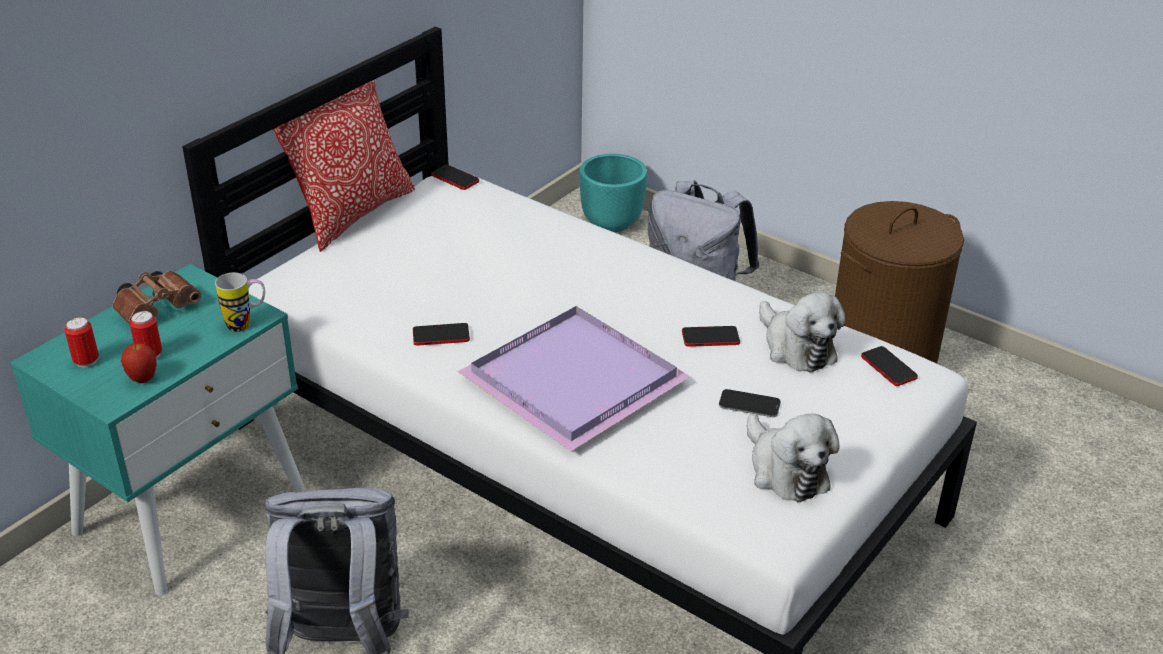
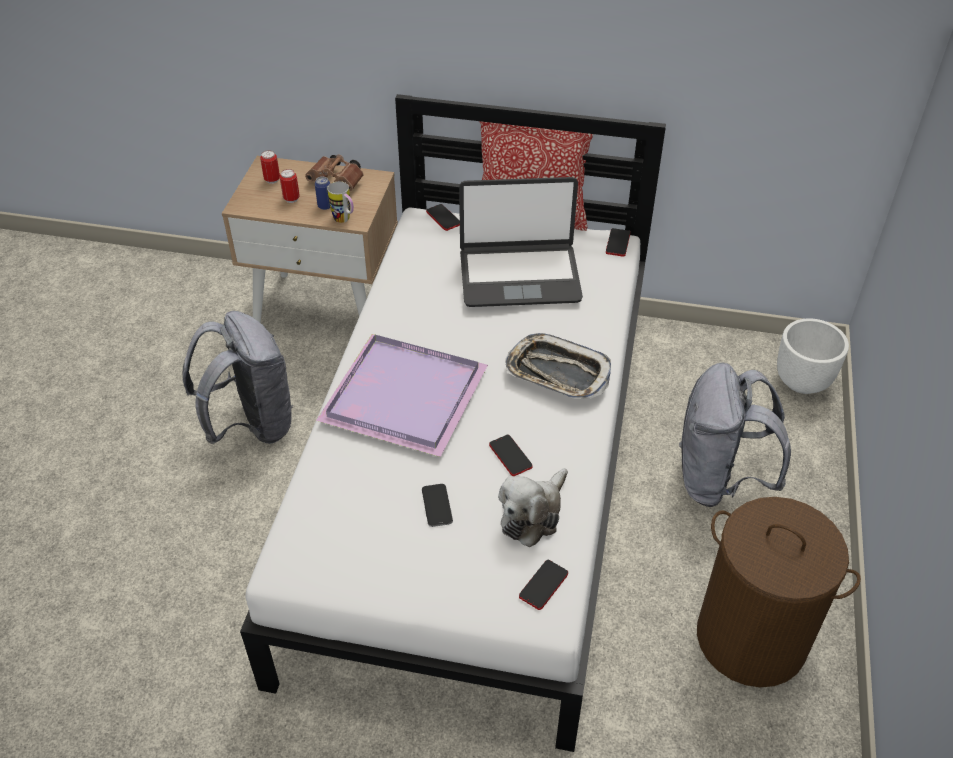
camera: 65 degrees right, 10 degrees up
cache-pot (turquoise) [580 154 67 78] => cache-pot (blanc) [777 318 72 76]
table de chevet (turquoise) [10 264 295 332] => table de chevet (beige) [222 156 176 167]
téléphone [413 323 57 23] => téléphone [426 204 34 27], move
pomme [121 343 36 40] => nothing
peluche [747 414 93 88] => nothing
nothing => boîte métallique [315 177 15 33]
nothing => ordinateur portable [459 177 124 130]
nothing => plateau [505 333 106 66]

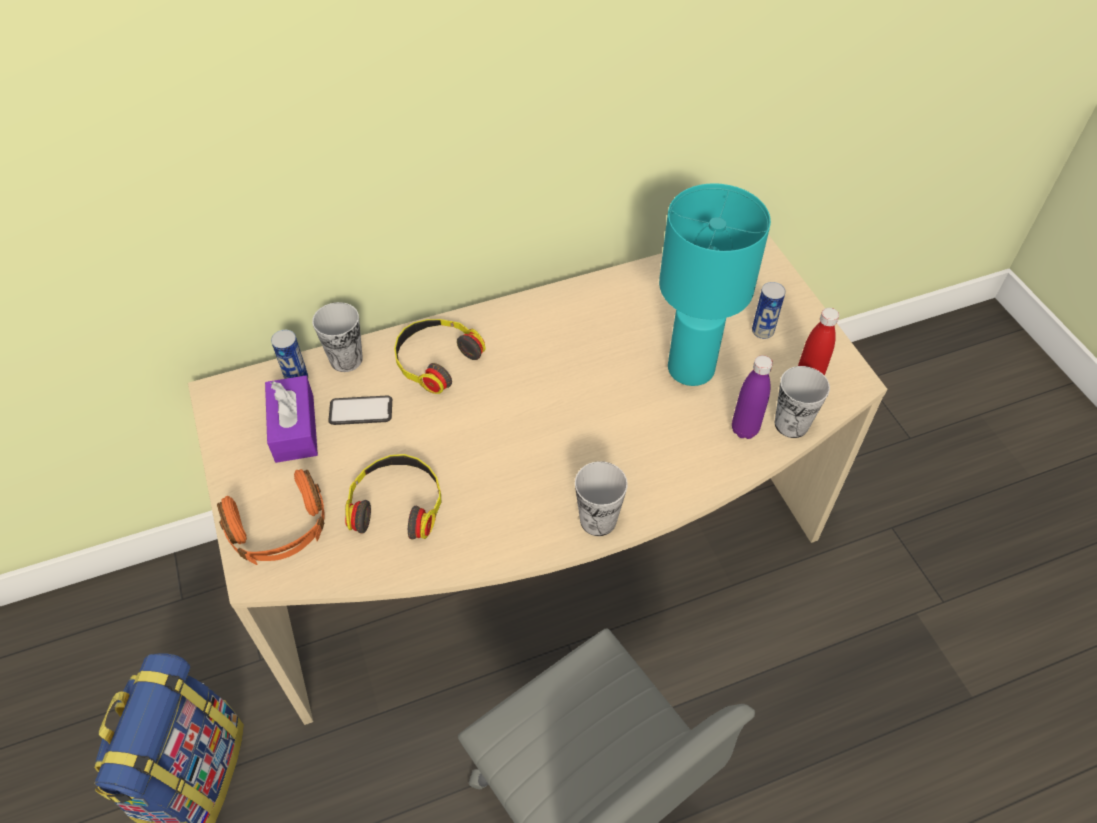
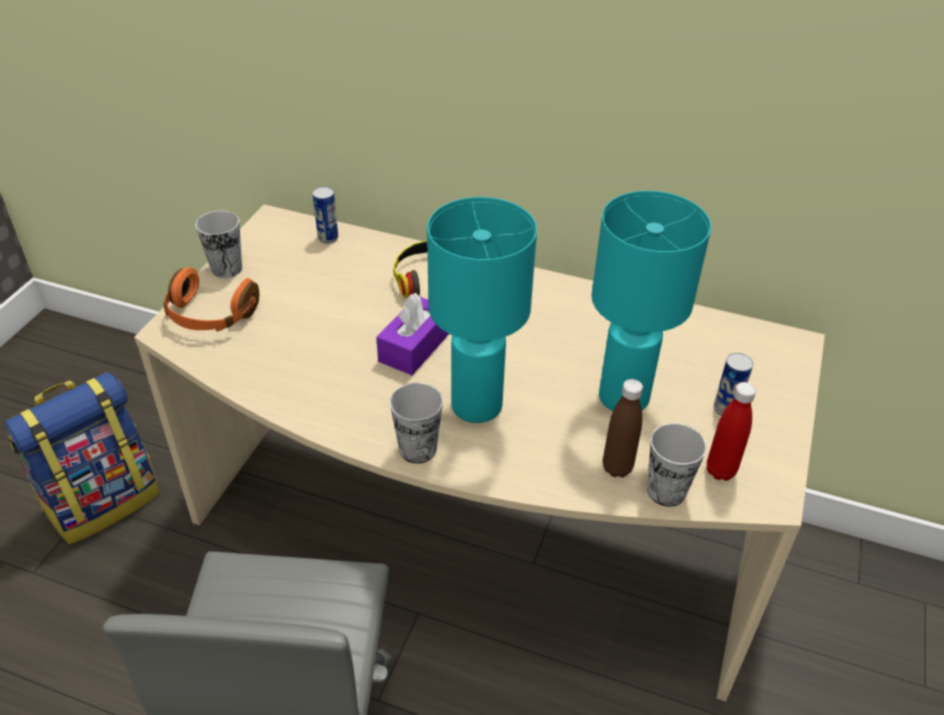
camera: 40 degrees right, 10 degrees down
tasse [312 302 51 70] => tasse [195 210 47 68], move
bouteille (violet) [732 355 41 84] => bouteille (marron) [603 379 40 99]
boîte à mouchoirs (violet) [265 376 53 87] => boîte à mouchoirs (violet) [376 293 73 82], move
téléphone [328 396 64 29] => nothing
casque audio [345 454 96 85] => nothing
nothing => lampe de table (turquoise) [427 197 110 226]

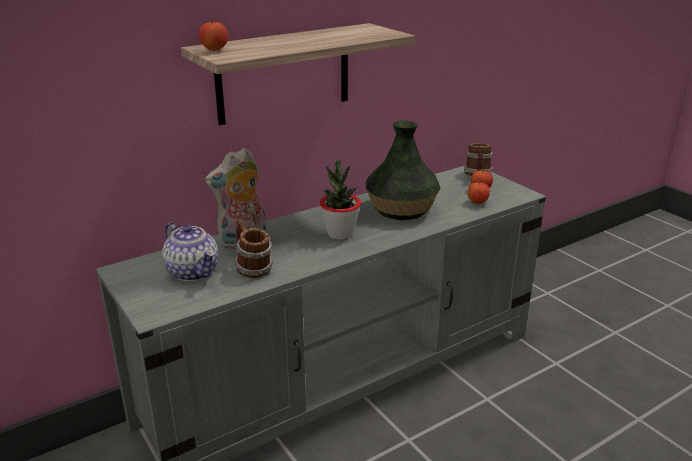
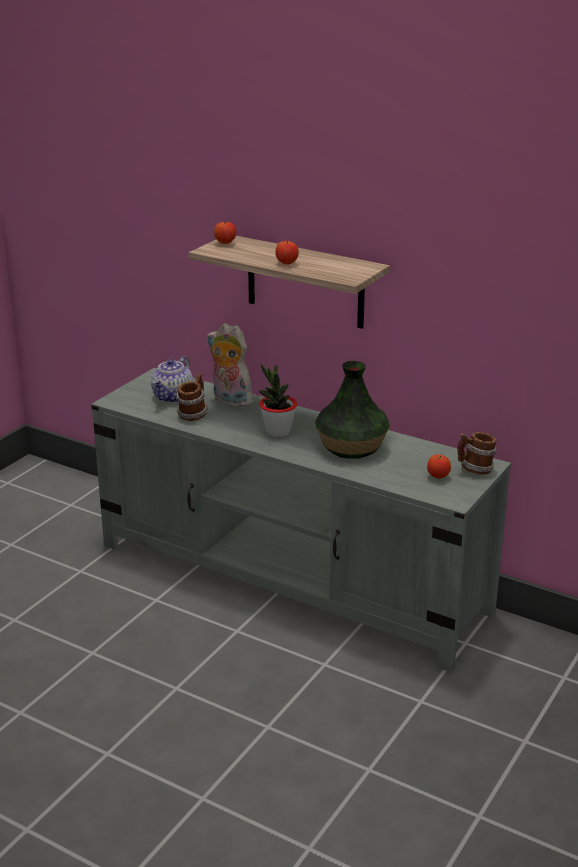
camera: 65 degrees right, 0 degrees up
pomme [468 182 22 22] => pomme [275 241 24 24], move

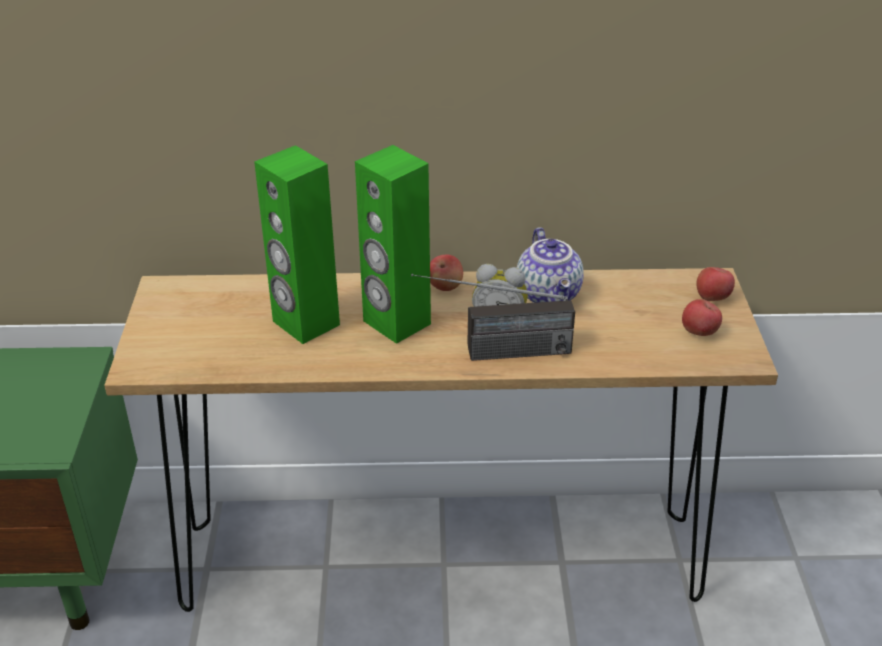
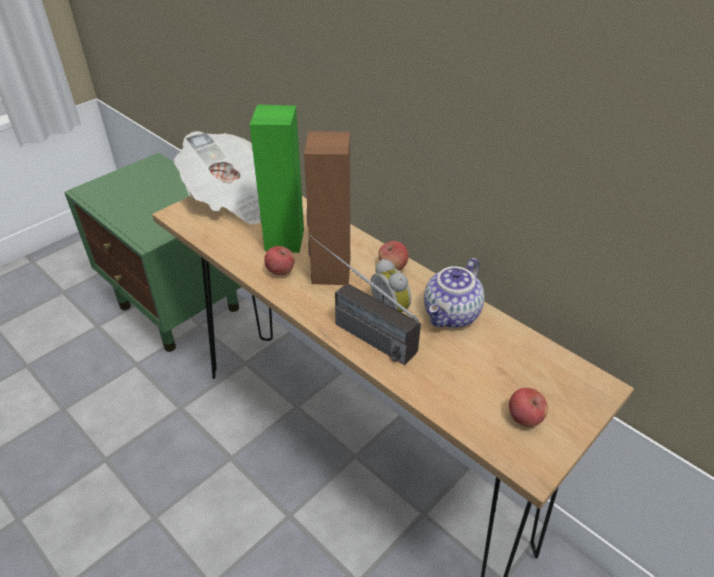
camera: 45 degrees right, 5 degrees up
enceinte (vert) [355 145 76 199] => enceinte (marron) [304 131 46 154]
pomme [697 267 38 34] => pomme [264 246 31 29], move
nothing => journal [174 131 87 94]

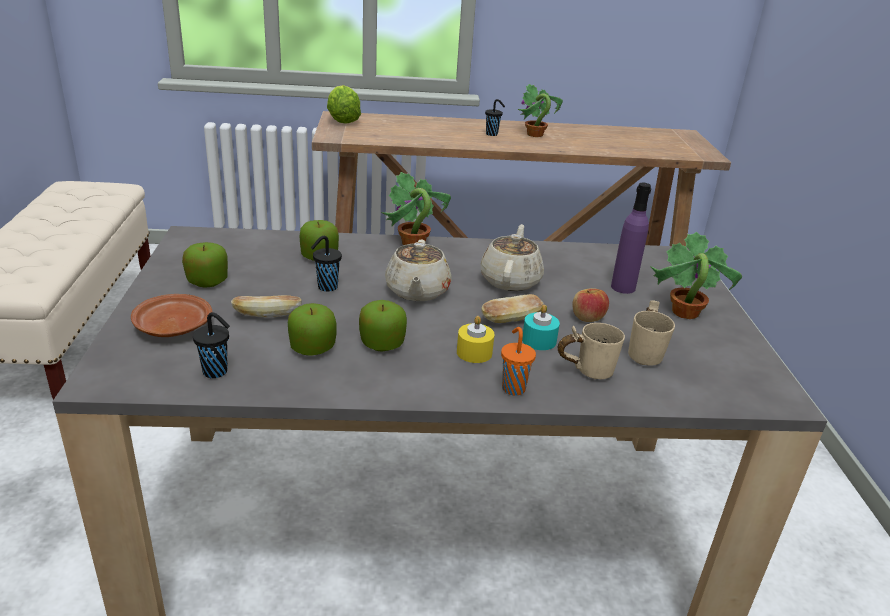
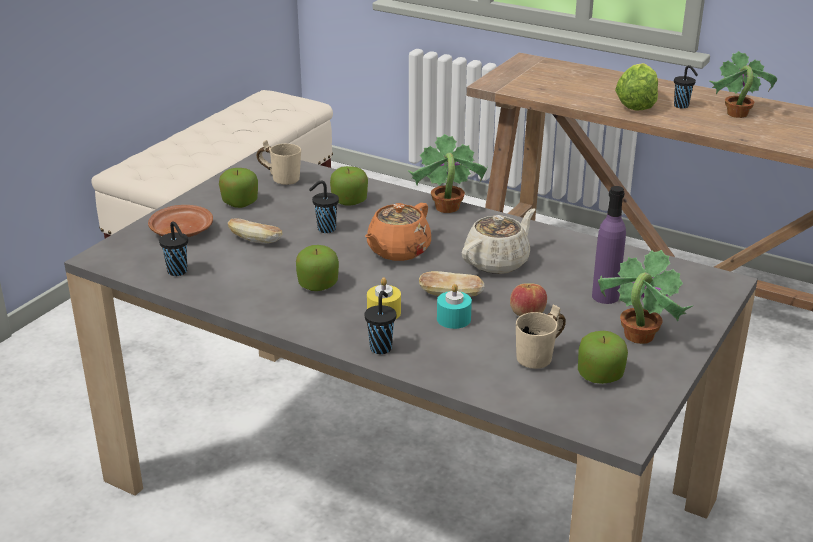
camera: 35 degrees right, 0 degrees up
laitue [327 85 34 39] => laitue [615 63 43 48], move
théière (beige) [385 239 67 62] => théière (orange) [365 203 66 58]
pomme [288 303 49 53] => pomme [578 331 50 53], move
mug (beige) [558 323 67 56] => mug (beige) [257 140 44 45], move
tasse (orange) [501 327 35 69] => tasse (noir) [364 291 32 63]

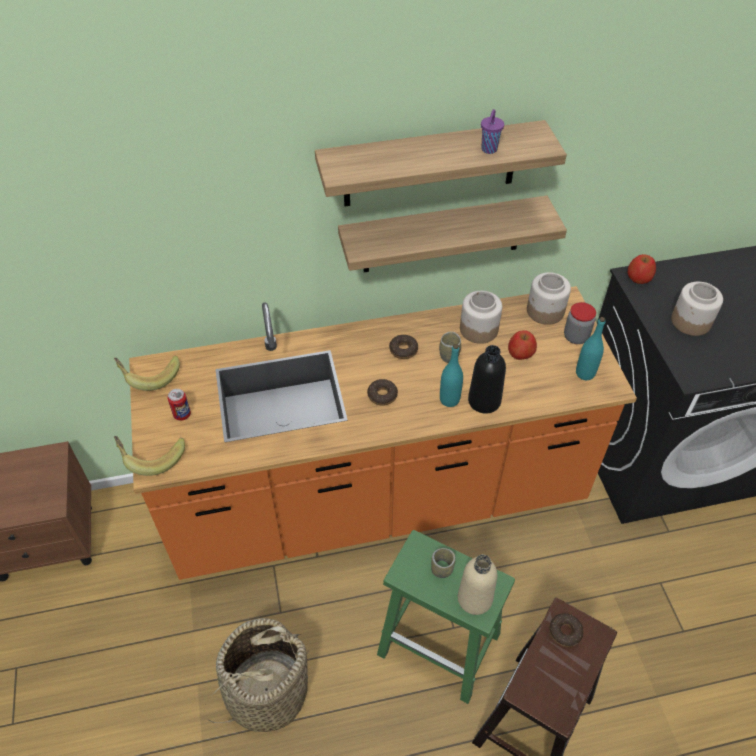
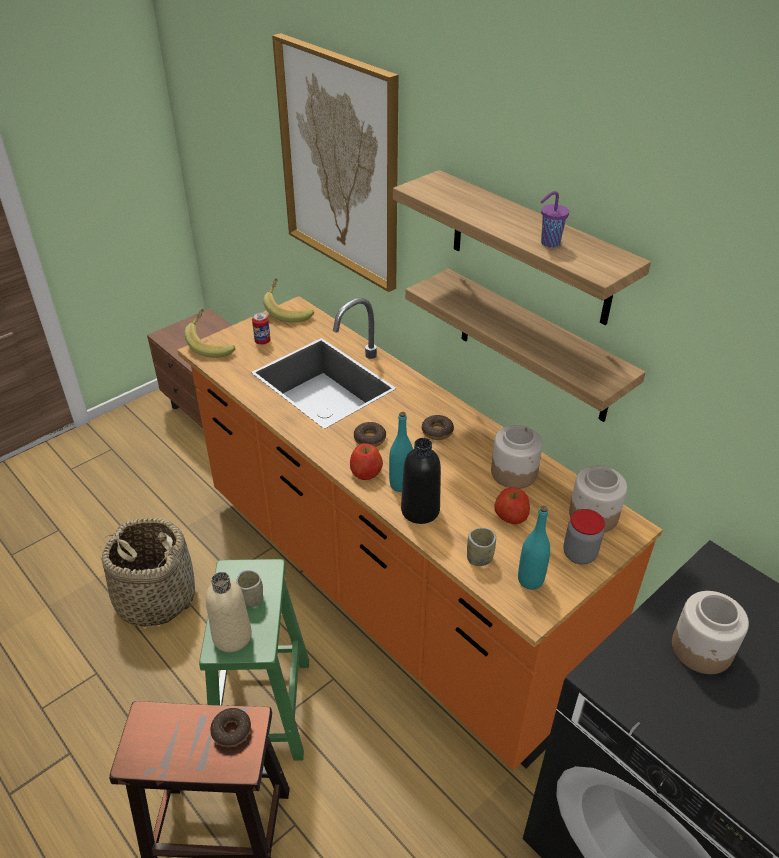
camera: 60 degrees right, 10 degrees down
pomme [627 254 29 30] => pomme [350 444 33 36], move
tasse [439 331 22 32] => tasse [467 528 29 38], move
nothing => tableau [272 33 127 259]

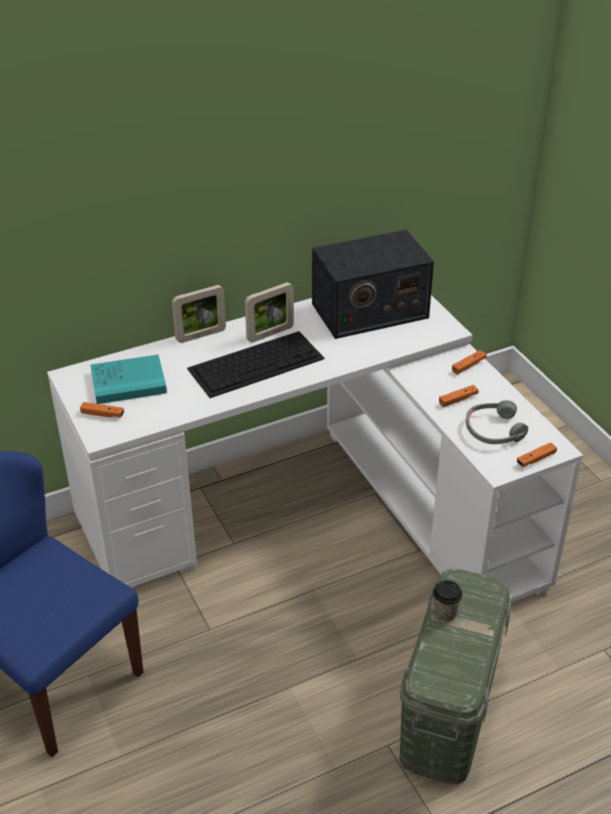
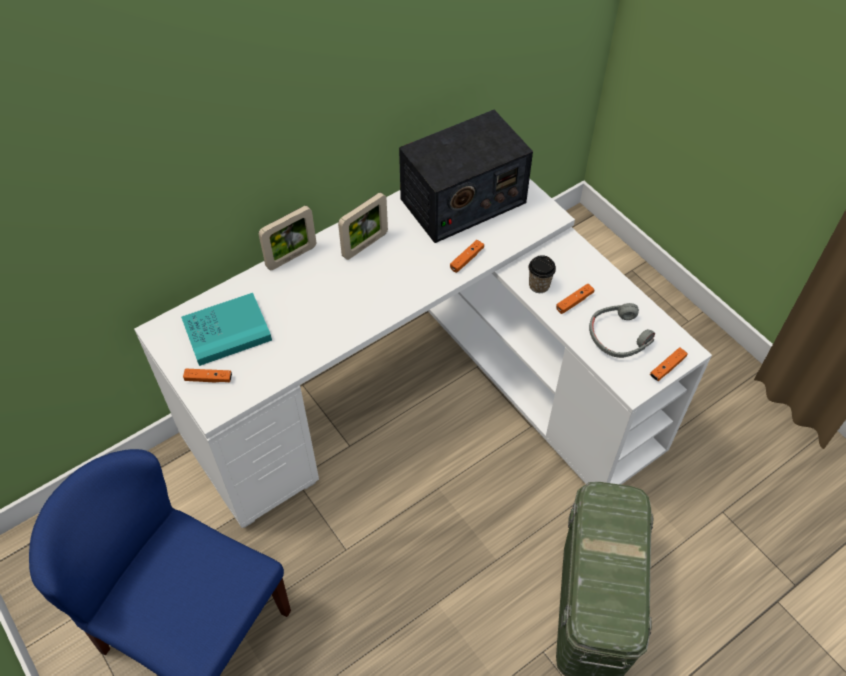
camera: 10 degrees left, 15 degrees up
clavier [187 331 138 67] => nothing
manette (orange) [452 350 35 24] => manette (orange) [450 240 34 33], move
tasse [433 580 29 42] => tasse [529 255 27 38], move

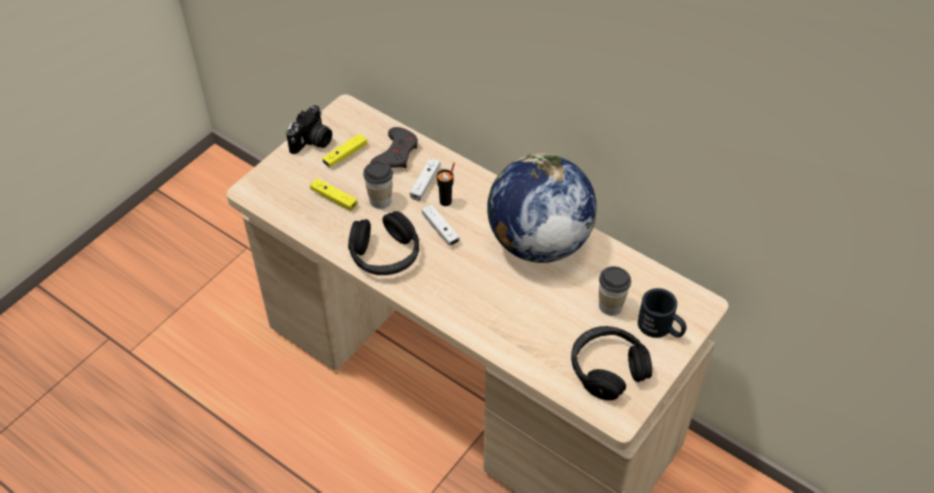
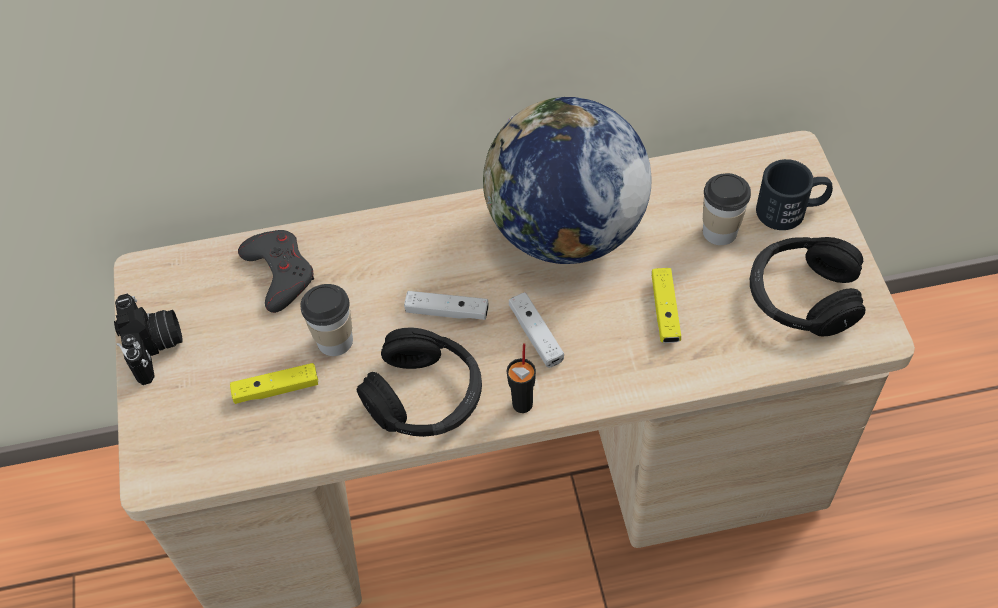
camera: 45 degrees left, 5 degrees up
manette (jaune) [322 134 45 33] => manette (jaune) [652 268 29 75], move
manette (blanc) [410 158 30 43] => manette (blanc) [509 292 55 76], move
tasse (noir) [437 163 18 43] => tasse (noir) [506 343 30 70], move

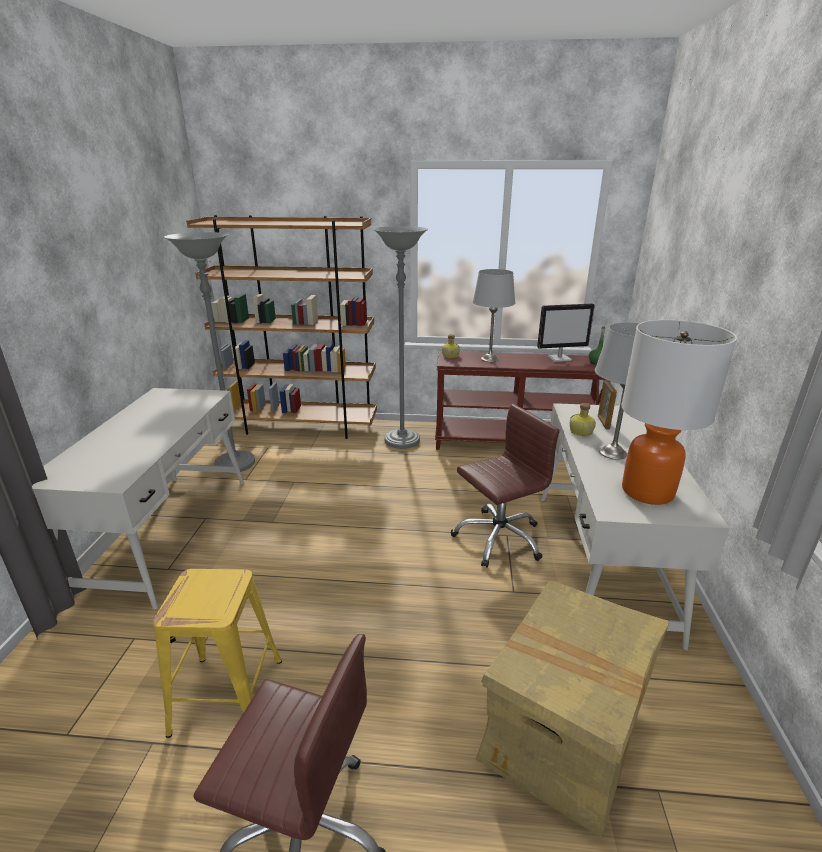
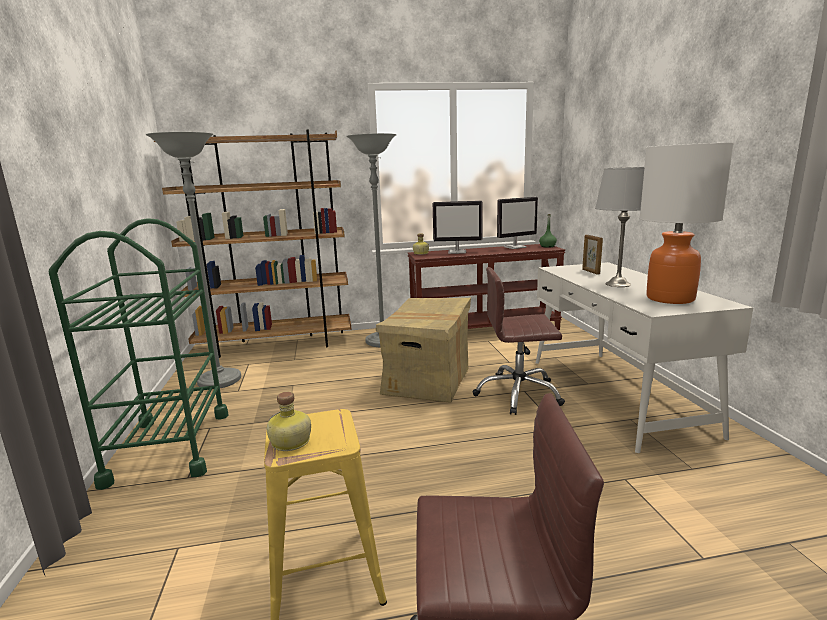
camera: 15 degrees left, 10 degrees down
lampe de table (gris) [473 269 42 93] => écran d'ordinateur [433 201 50 53]
bureau (blanc) [32 388 212 221] => chariot (vert) [49 218 180 272]
bouteille [570 403 26 33] => bouteille [266 392 45 59], move
chaise de bureau (marron) [451 404 109 164] => chaise de bureau (marron) [472 267 93 148], 135 degrees counterclockwise
carton [476 581 194 257] => carton [375 298 96 105], move

